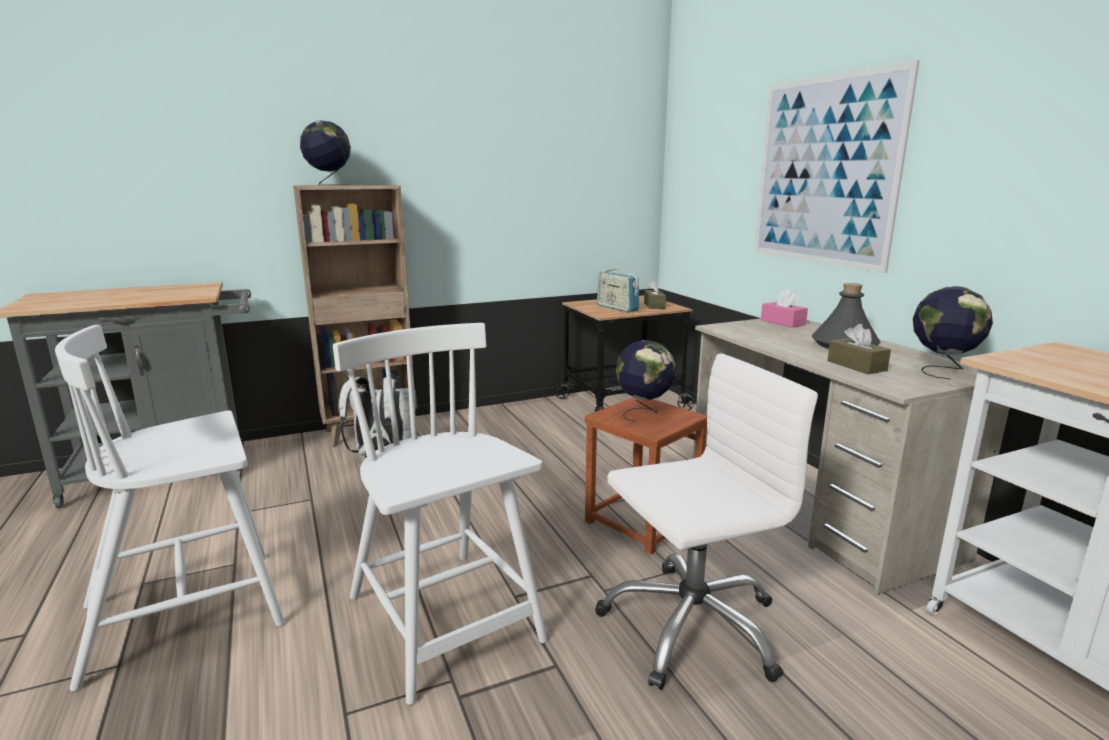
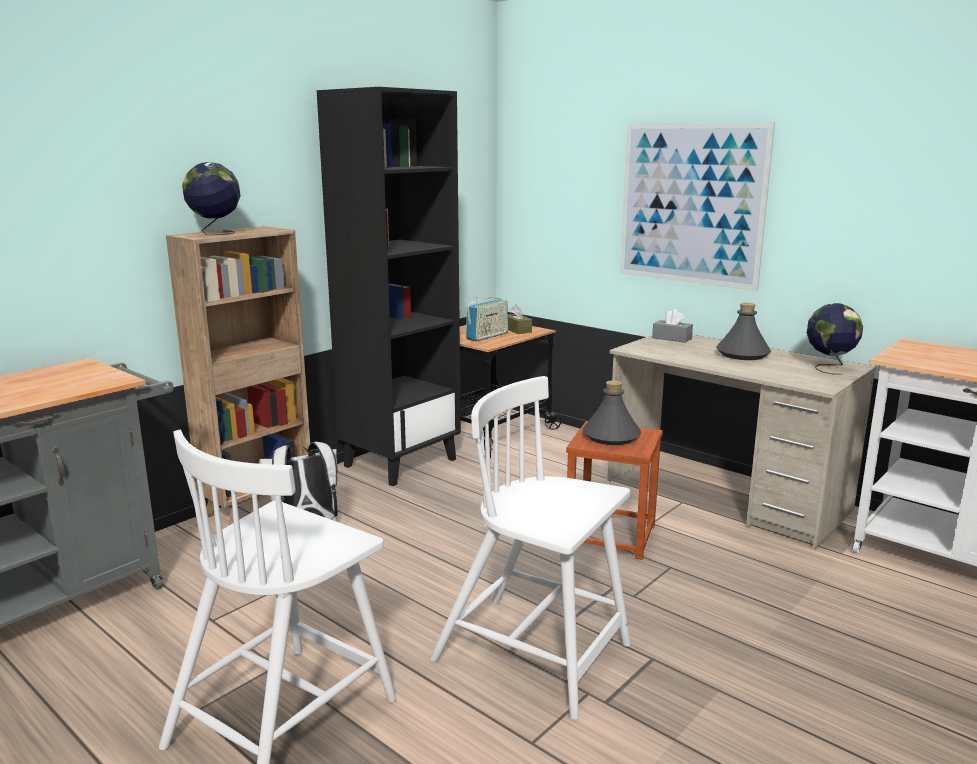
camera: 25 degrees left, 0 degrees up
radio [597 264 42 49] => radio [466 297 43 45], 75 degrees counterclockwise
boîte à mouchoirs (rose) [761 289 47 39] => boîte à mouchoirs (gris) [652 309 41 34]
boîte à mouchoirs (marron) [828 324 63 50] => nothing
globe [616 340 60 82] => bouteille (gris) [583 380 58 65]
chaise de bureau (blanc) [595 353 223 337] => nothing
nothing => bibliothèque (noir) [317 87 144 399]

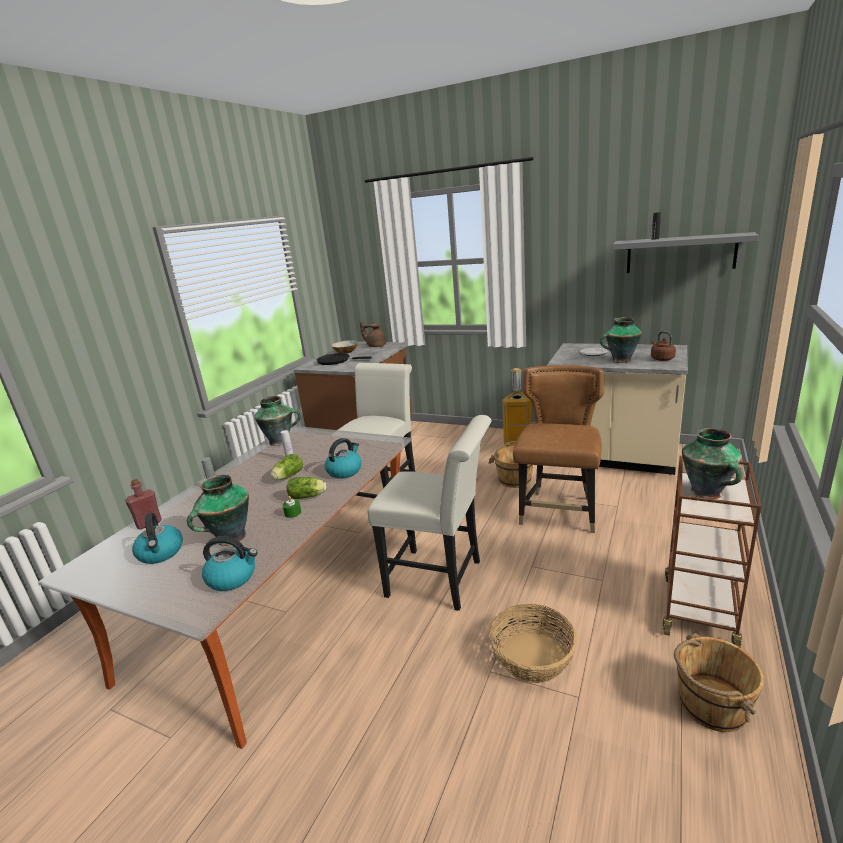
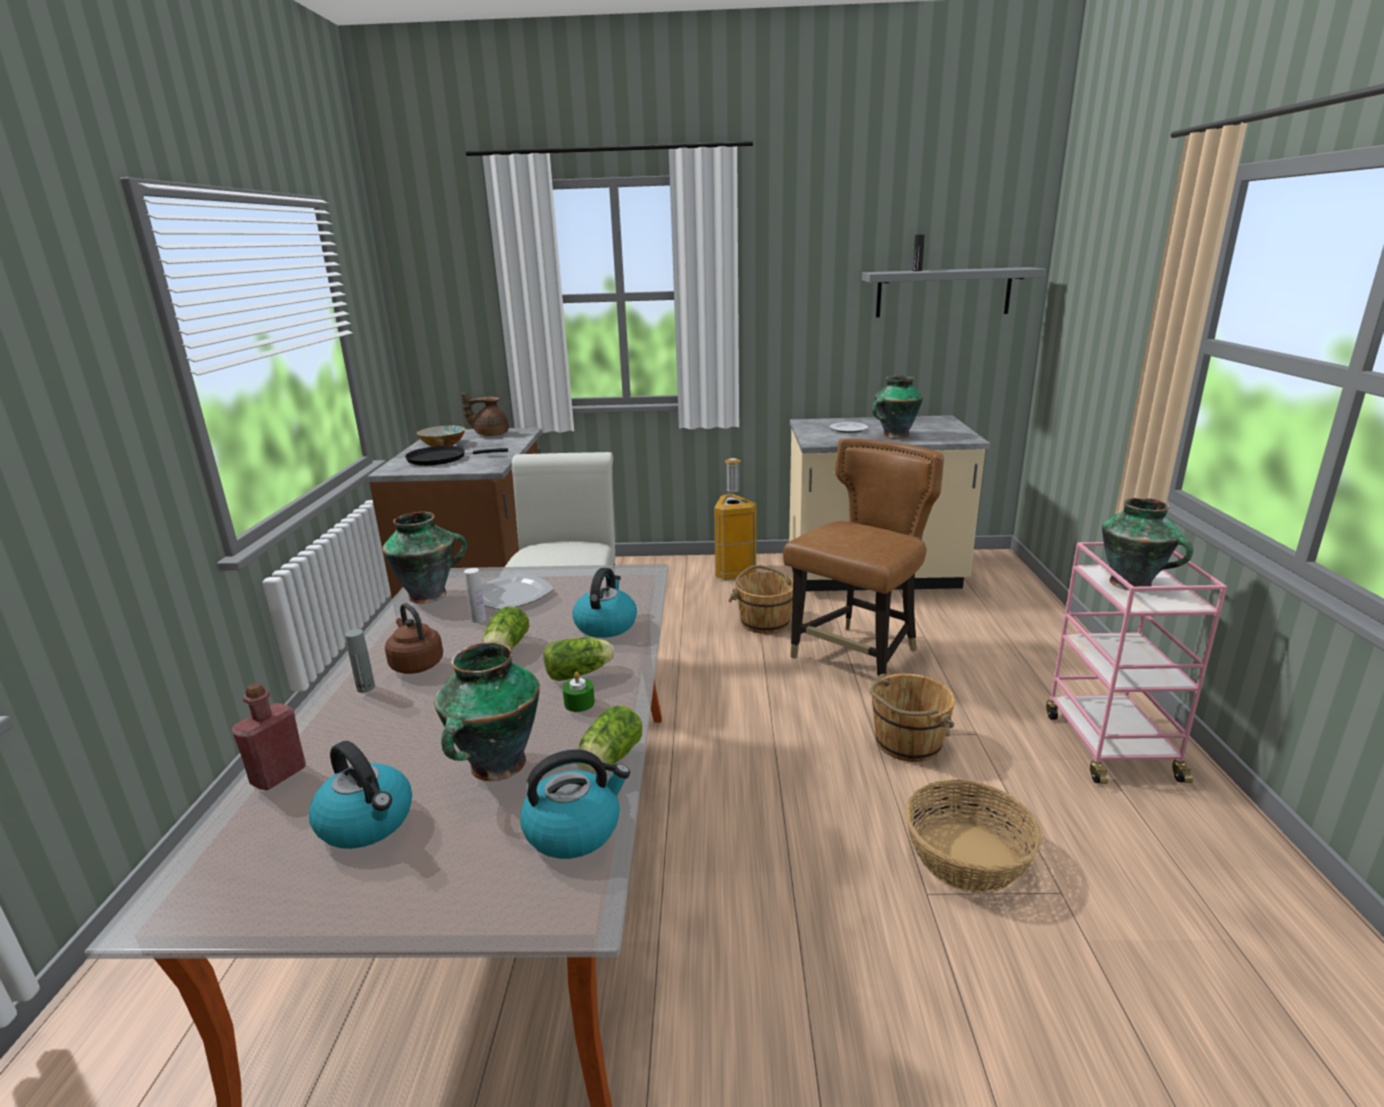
camera: 25 degrees left, 0 degrees up
bouilloire (marron) [651 331 25 30] => bouilloire (marron) [385 603 58 71], move
chaise (marron) [513 365 91 168] => chaise (marron) [783 438 161 239], 45 degrees clockwise
chaise (blanc) [367 415 125 196] => nothing
chariot (marron) [663 456 98 192] => chariot (rose) [1046 542 181 242]
seau (marron) [674 633 90 99] => seau (marron) [870 674 85 88], move
nothing => assiette [482 573 72 36]
nothing => laitue [577 706 65 68]

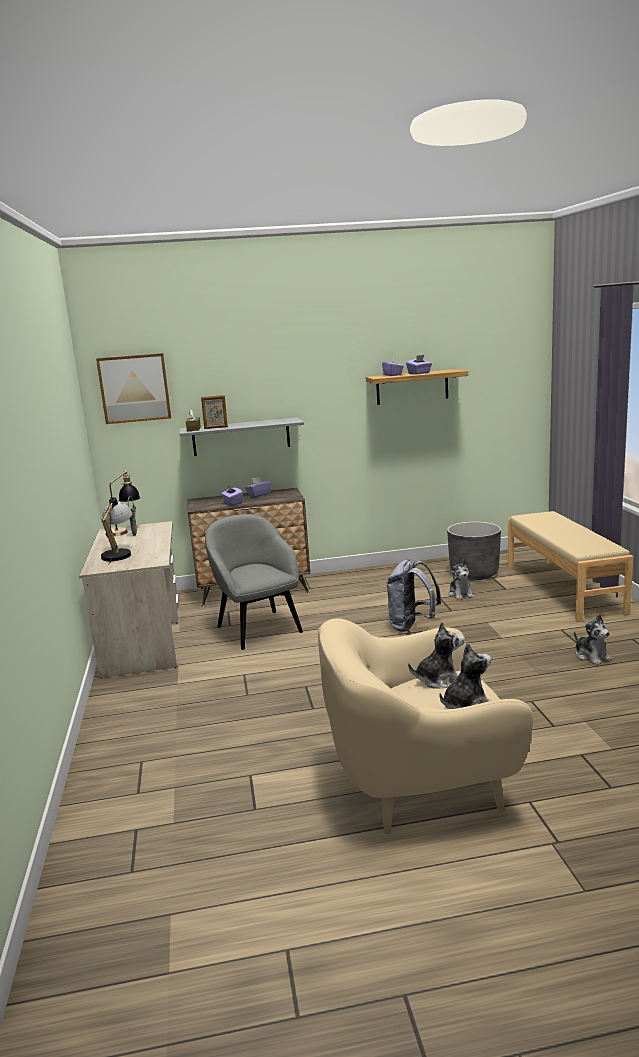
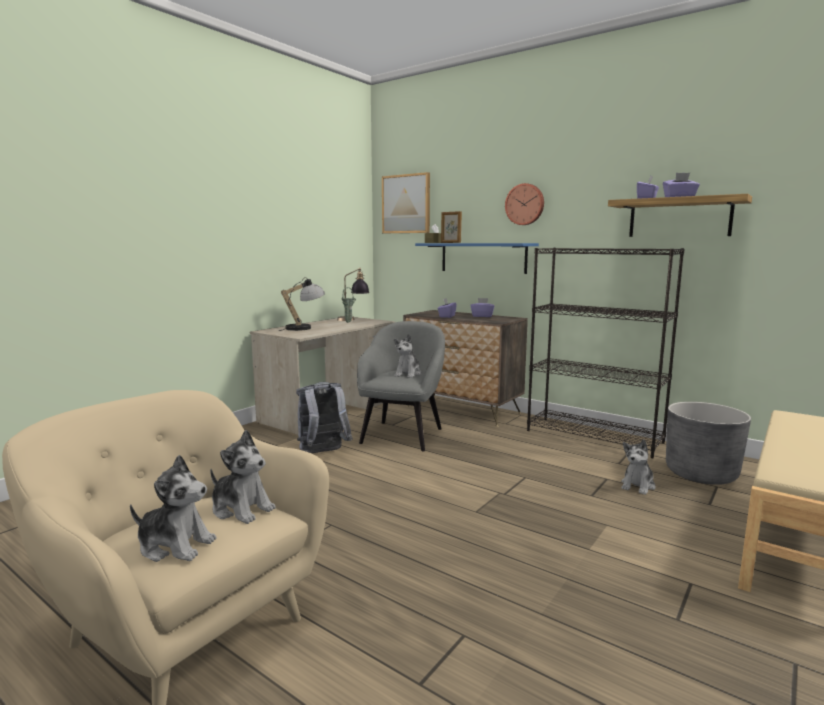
camera: 45 degrees right, 5 degrees down
étagère (gris) [179 417 125 39] => étagère (bleu) [415 243 124 31]
sac à dos (gris) [386 559 55 73] => sac à dos (gris) [296 382 57 71], move
peluche [574 614 38 51] => peluche [394 334 27 44], move
nothing => horloge murale [505 183 39 42]
nothing => bibliothèque (noir) [527 248 157 210]

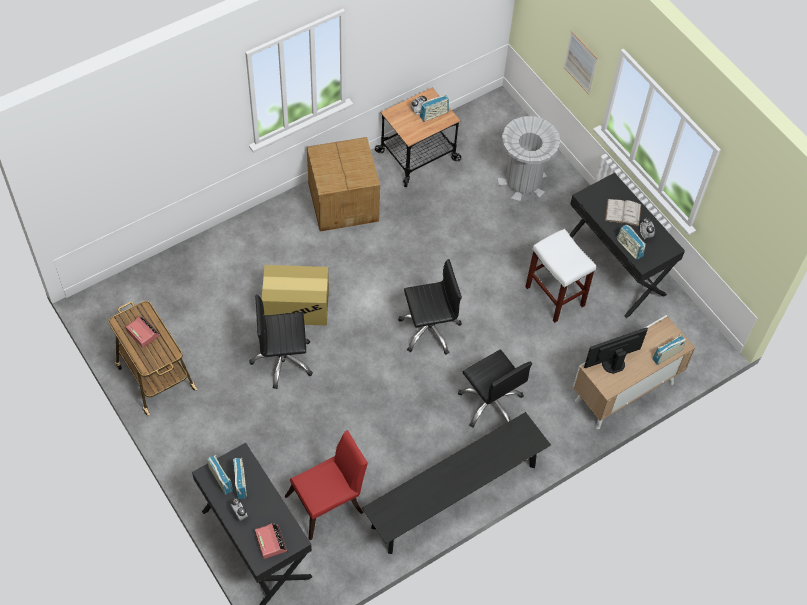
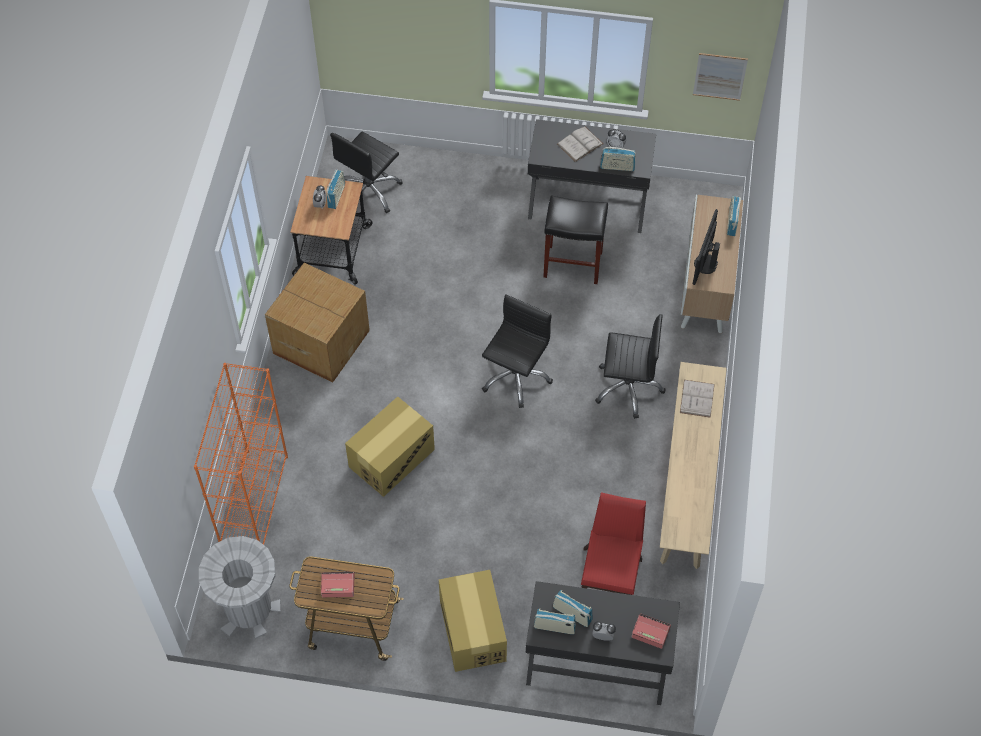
camera: 45 degrees left, 0 degrees up
tableau [564 30 34 64] => tableau [693 53 55 48], move
poubelle (gris) [498 116 62 86] => poubelle (gris) [199 536 82 103], move
tabouret (blanc) [525 229 71 94] => tabouret (noir) [543 195 65 89]
chaise de bureau (noir) [249 295 64 94] => chaise de bureau (noir) [330 131 73 82], move
banc (noir) [362 412 189 142] => banc (beige) [660 362 67 207]
nothing => bibliothèque (orange) [194 363 94 182]
nothing => livre (blanc) [680 380 35 38]
nothing => carton [439 570 68 102]

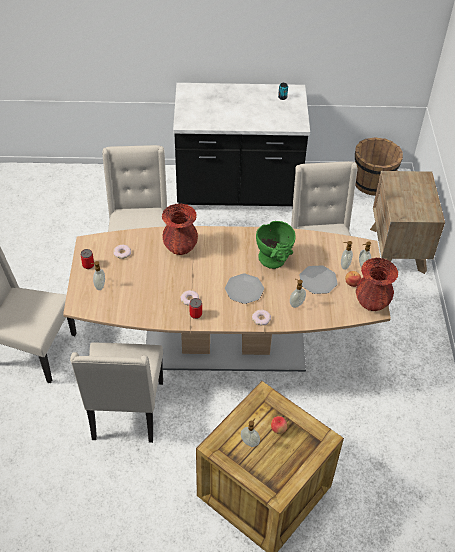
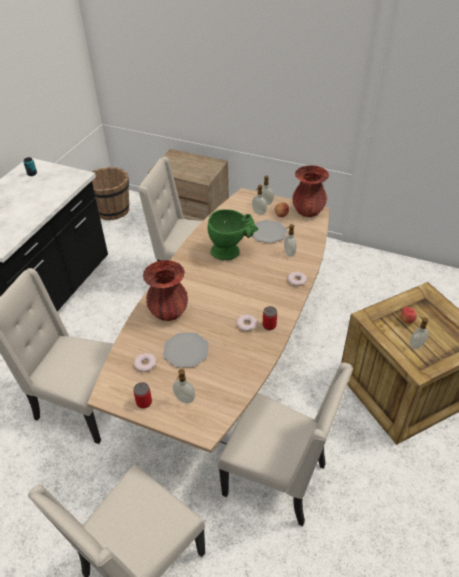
camera: 65 degrees left, 5 degrees down
assiette [225 274 39 30] => assiette [163 333 45 34], move

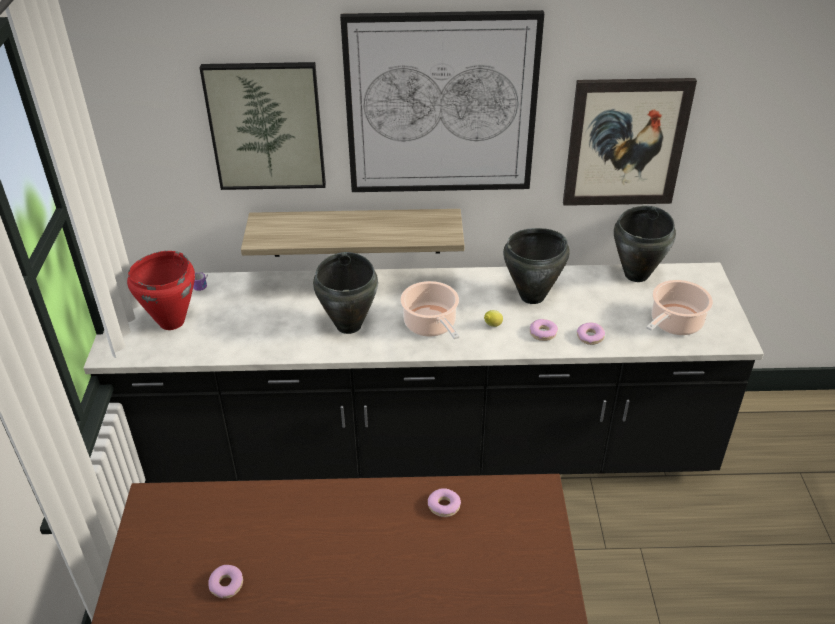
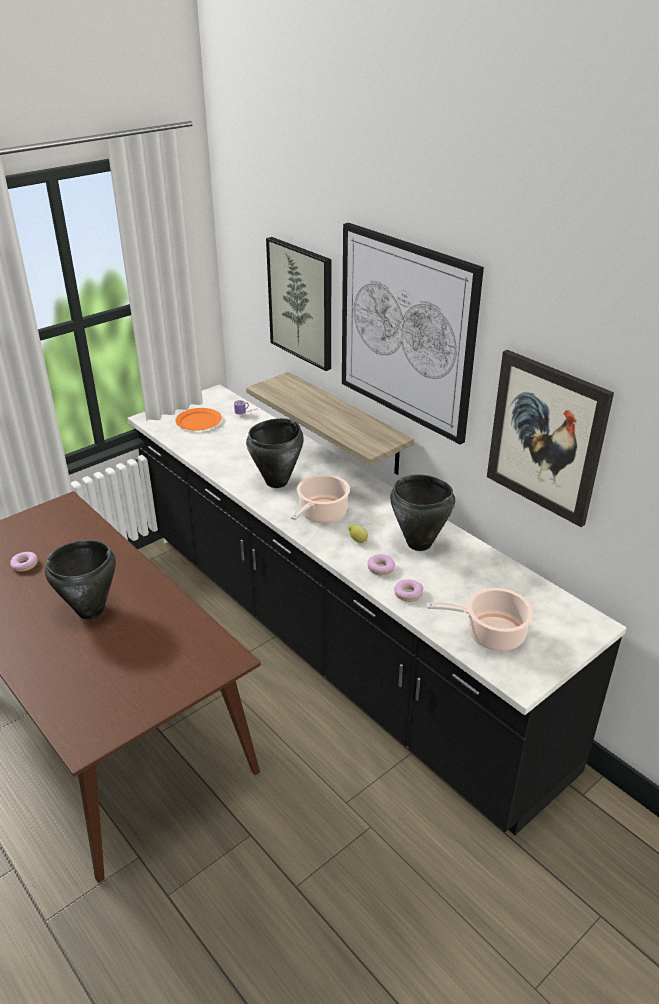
camera: 50 degrees right, 5 degrees down
marmite (noir) [614 206 62 76] => marmite (noir) [45 540 71 79], move
marmite (rouge) [127 251 68 79] => assiette (orange) [175 408 47 23]
beignet [428 488 33 29] => nothing

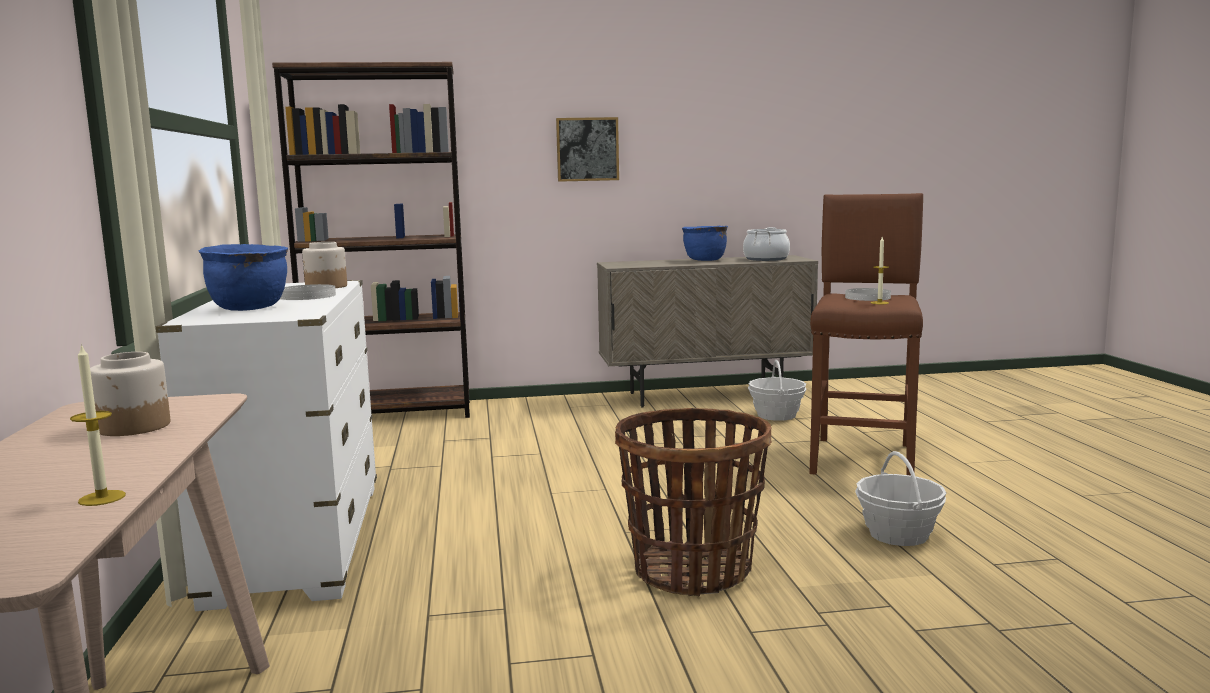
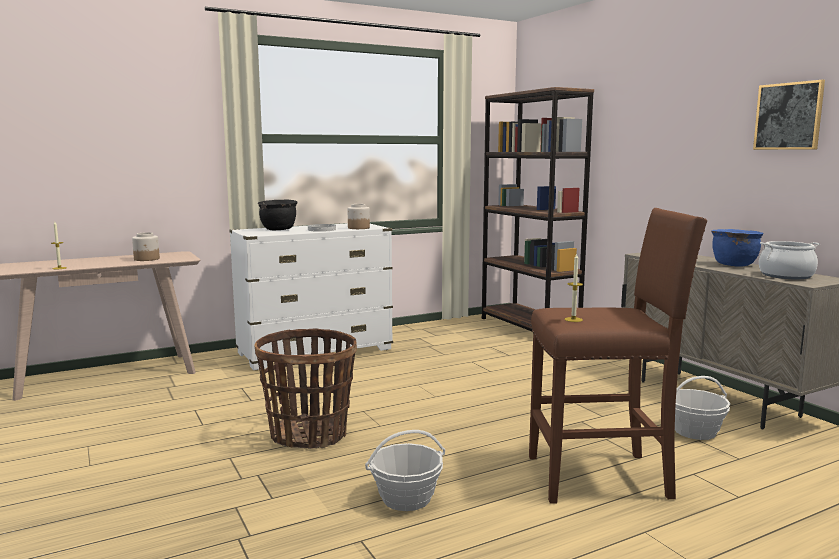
camera: 70 degrees right, 0 degrees up
tableau [556 117 63 65] => tableau [753 80 72 70], move
marmite (bleu) [199 244 89 67] => marmite (noir) [258 199 40 31]
assiette (blanc) [845 288 46 13] => nothing

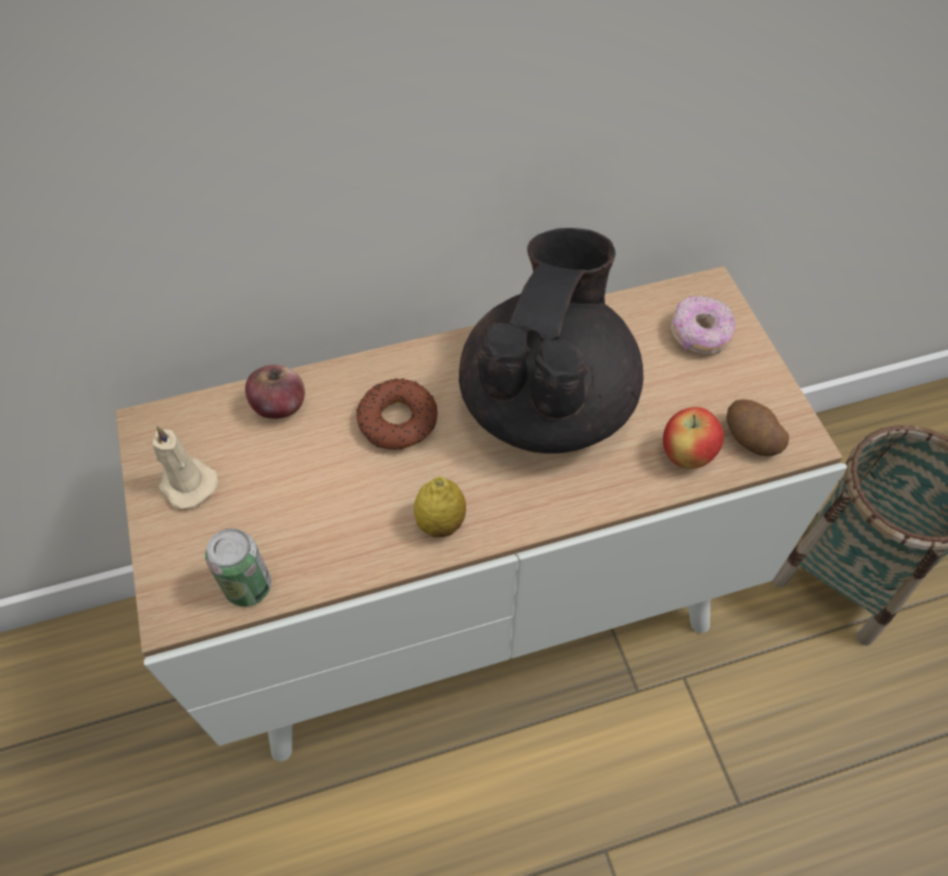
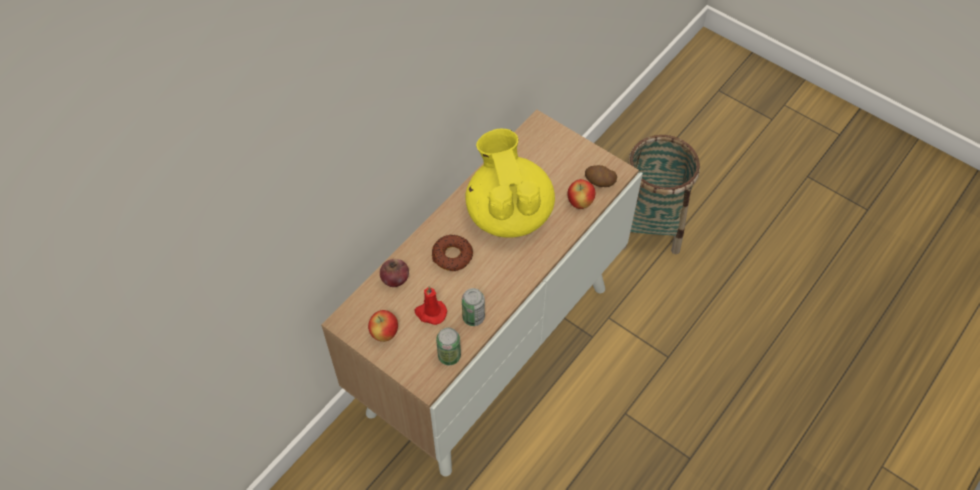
camera: 35 degrees left, 0 degrees up
théière (noir) [459 228 184 226] => théière (jaune) [465 128 90 110]
beignet [671 296 65 58] => nothing
bougie (beige) [153 425 65 84] => pomme [368 310 30 32]
citron [414 476 52 61] => nothing
nothing => bougie (rouge) [414 286 33 39]
nothing => boîte métallique [462 288 23 38]

